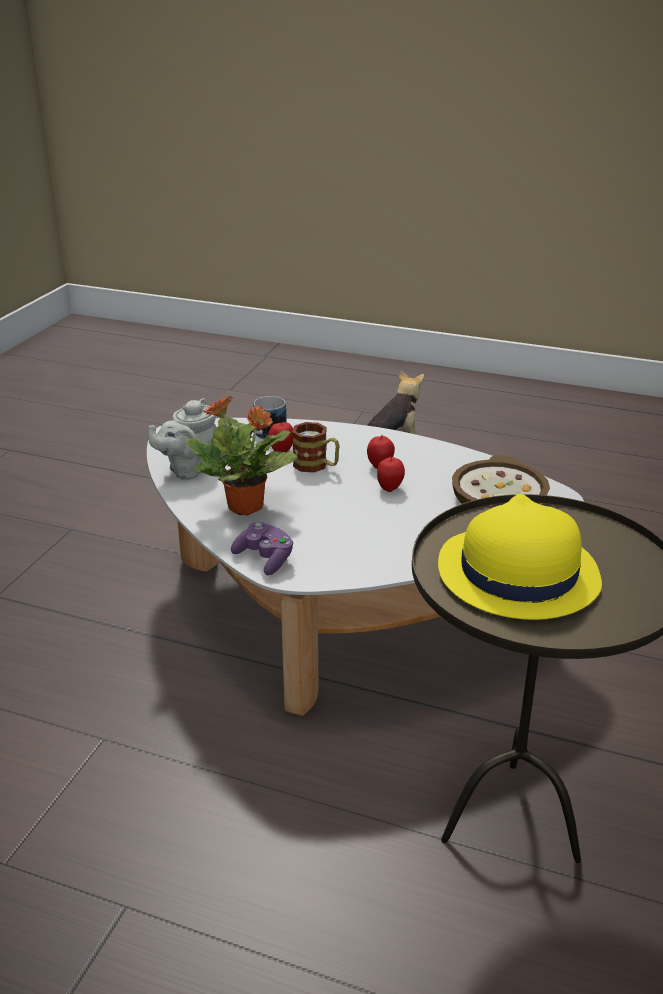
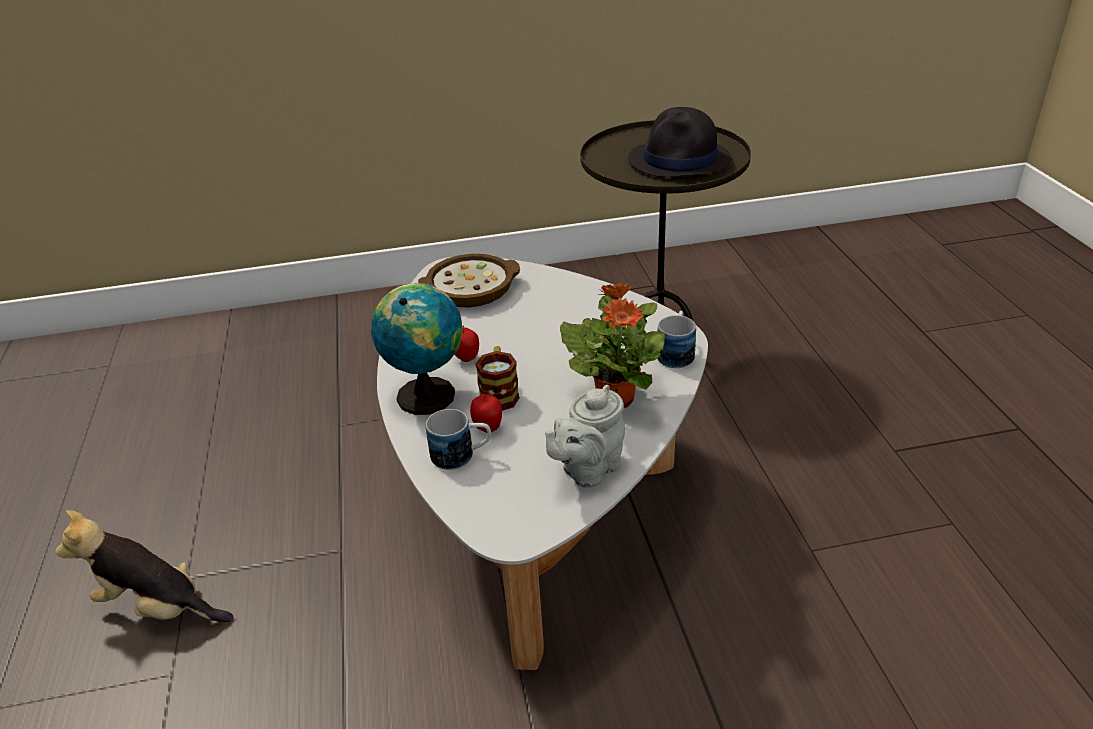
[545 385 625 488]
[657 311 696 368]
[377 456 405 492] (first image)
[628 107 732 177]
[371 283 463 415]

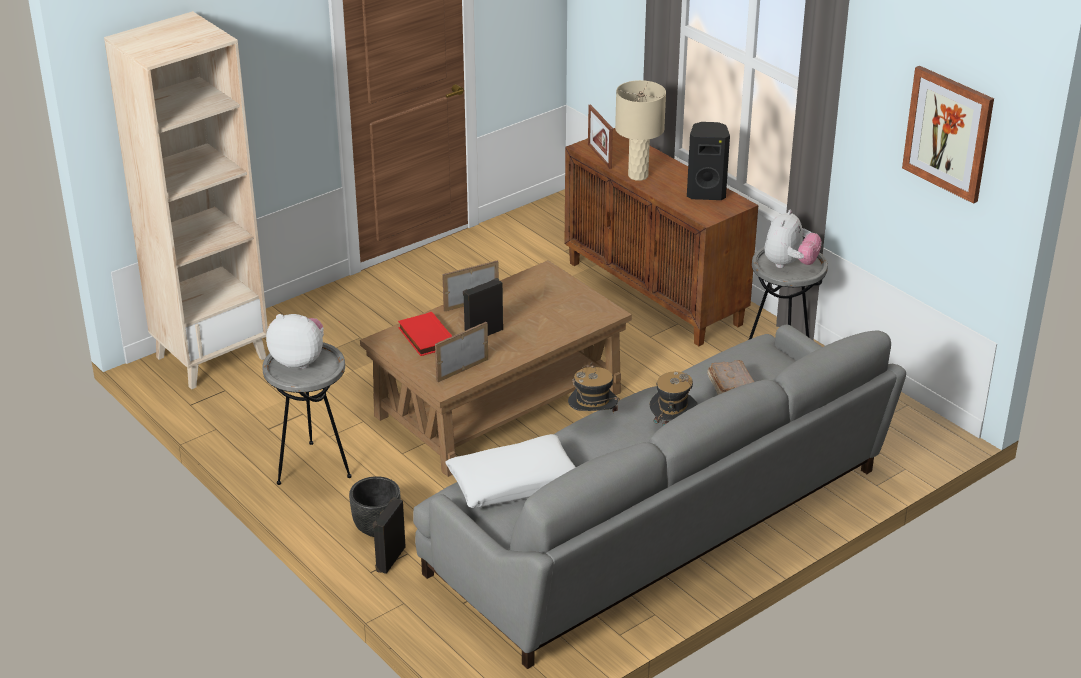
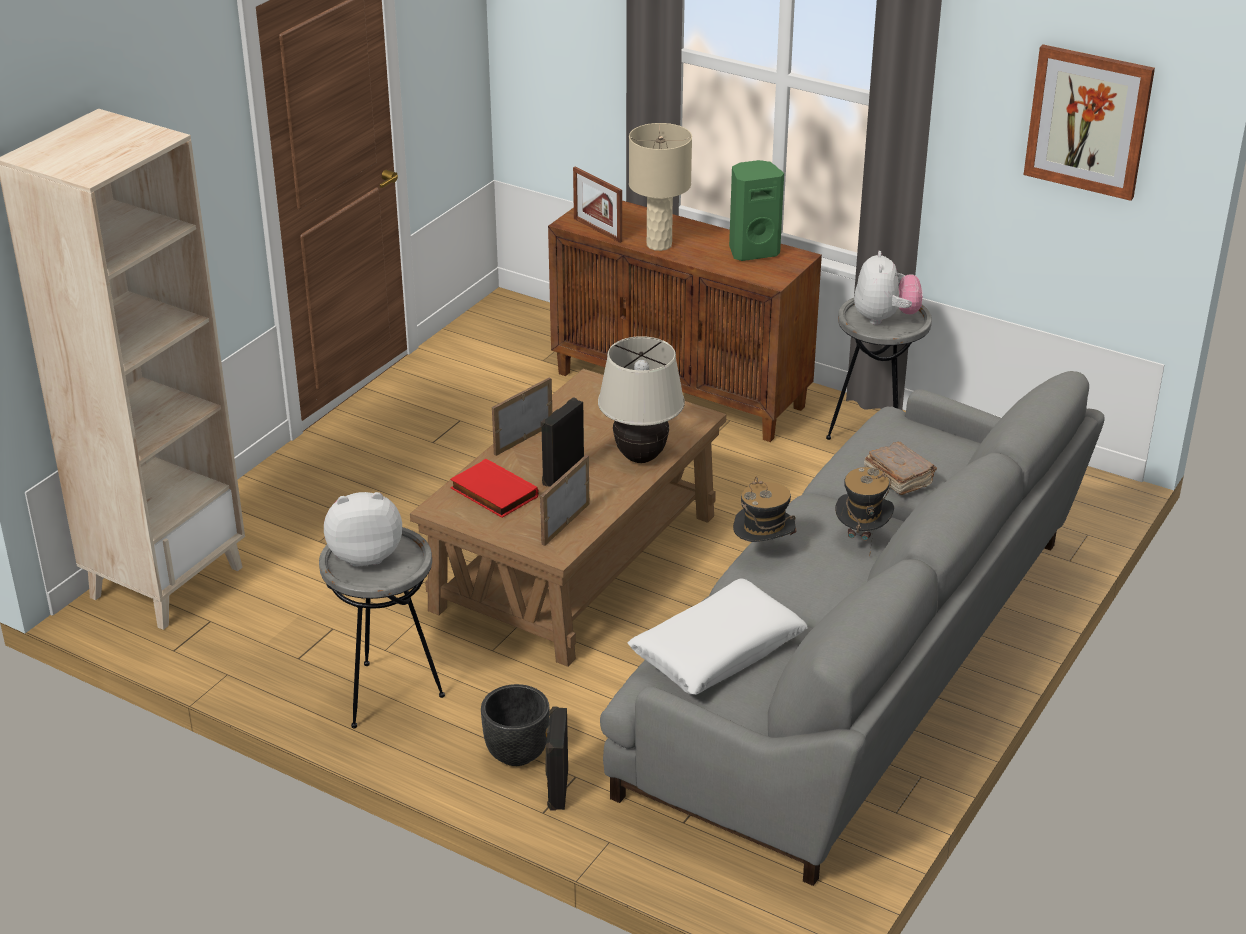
[729 160 784 261]
[598 336 685 463]

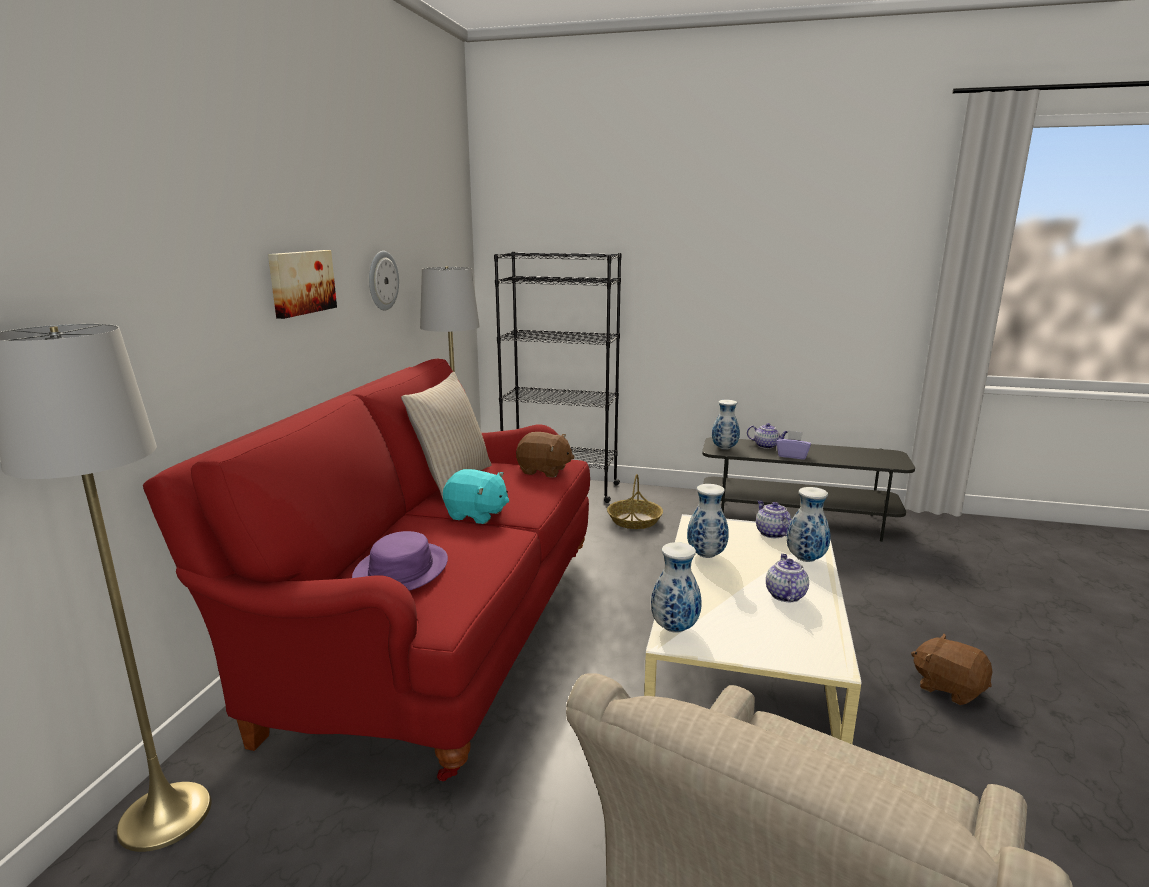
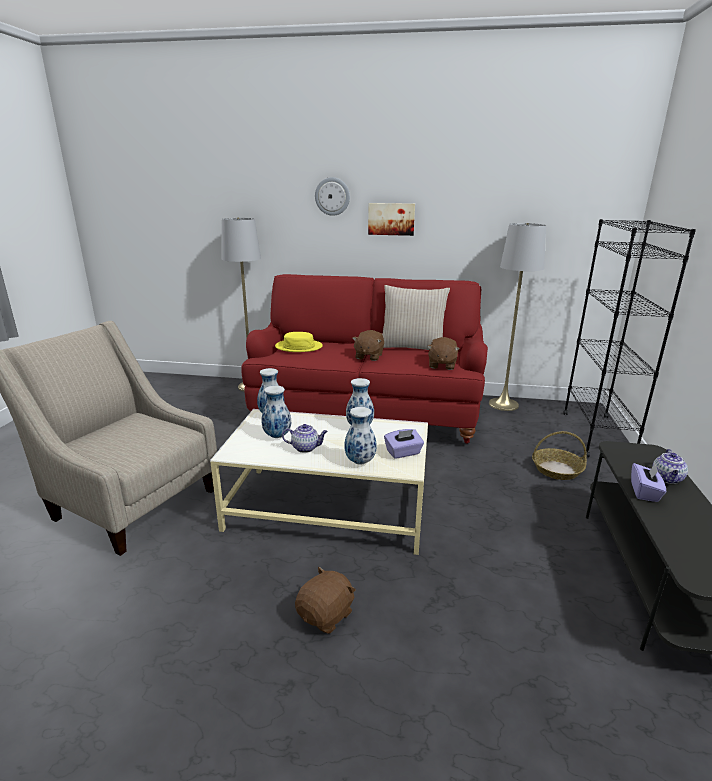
[275 332 323 352]
[315 177 350 216]
[353 330 384 361]
[261 386 291 438]
[384 429 424 459]

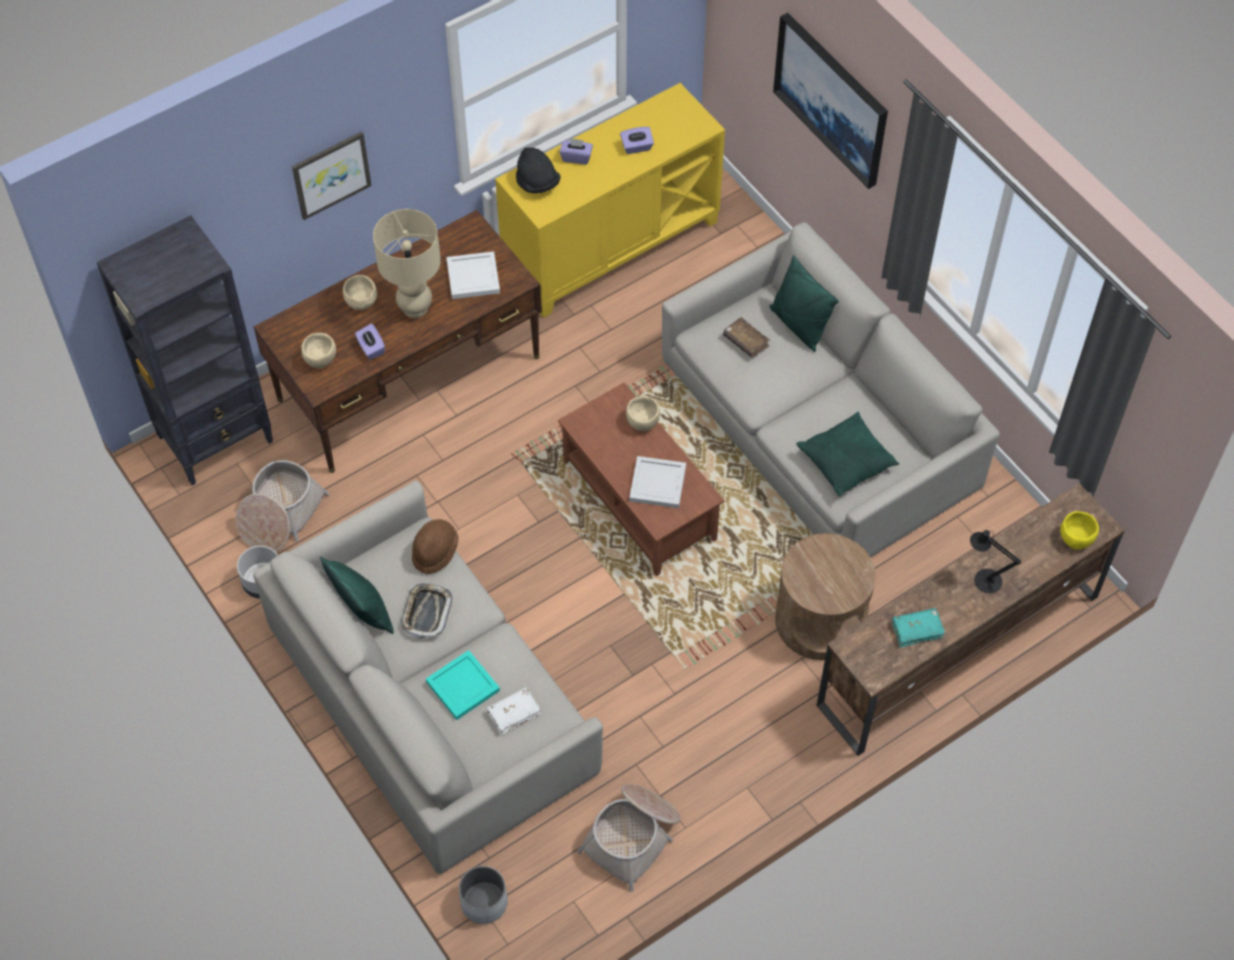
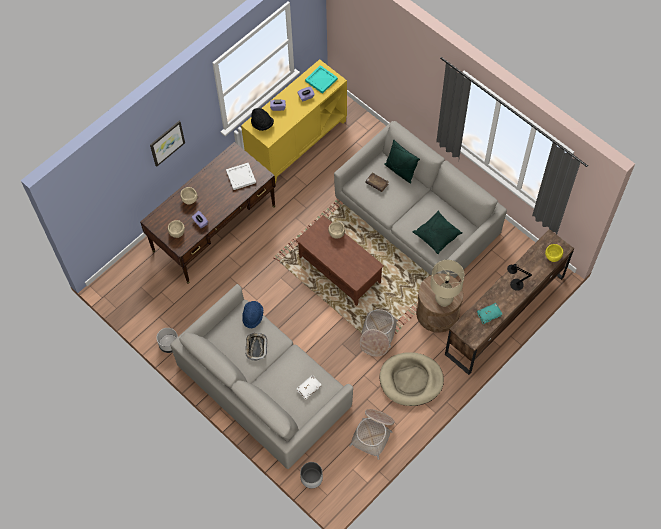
[97 215 273 486] (first image)
[360 309 398 356]
[320 557 394 634] (first image)
[431 260 465 307]
[242 301 264 329]
[305 65 338 94]
[629 456 686 508] (first image)
[773 13 888 189] (first image)
[380 352 444 406]

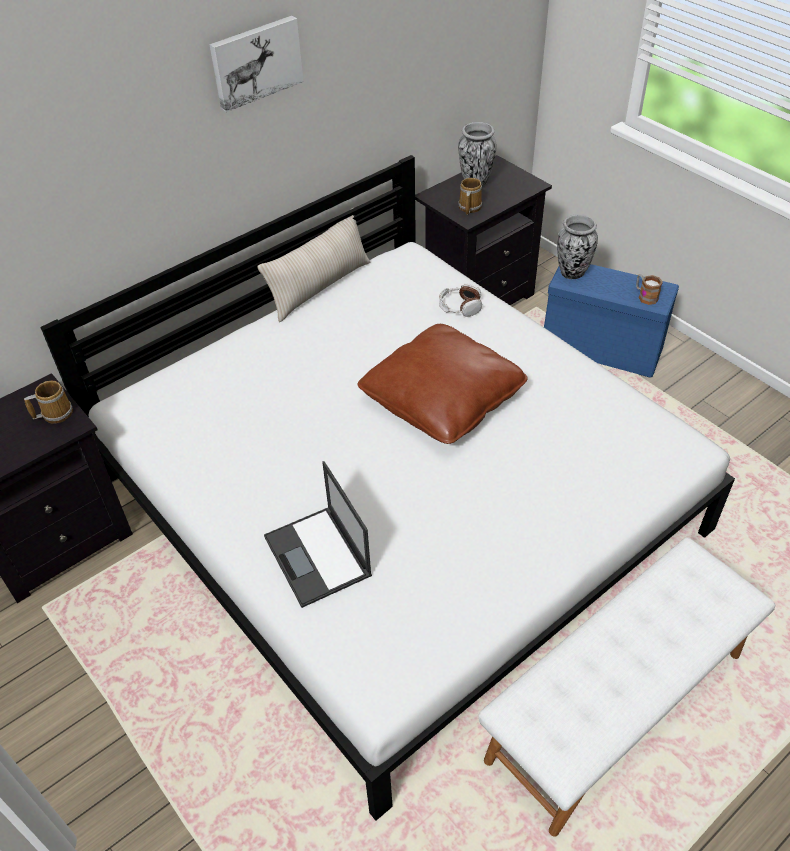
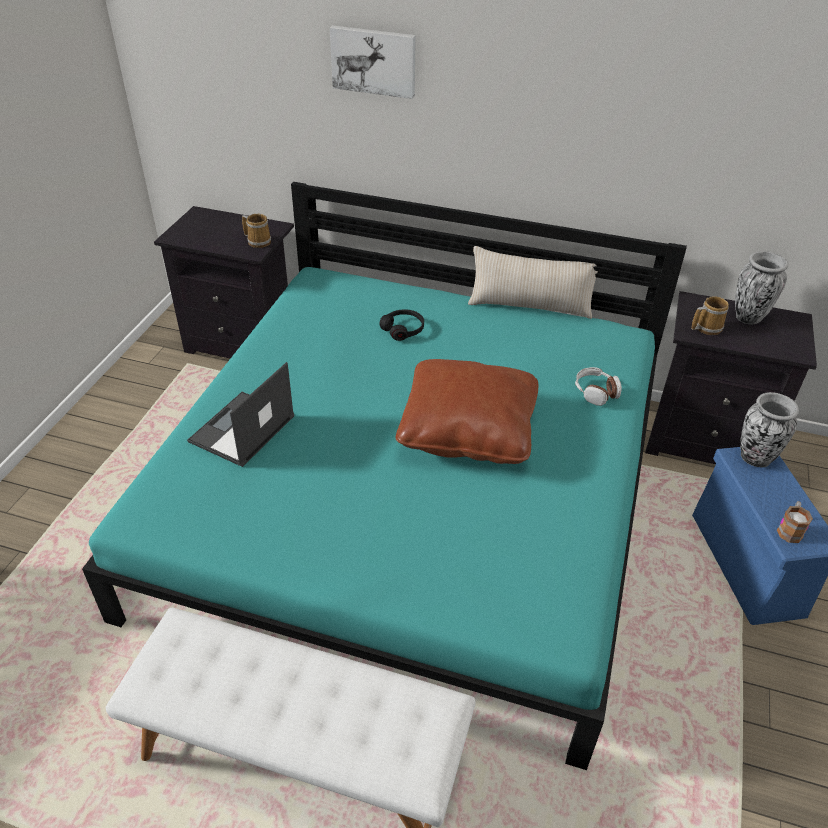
[82 182 687 770]
[330 26 416 99]
[379 310 424 341]

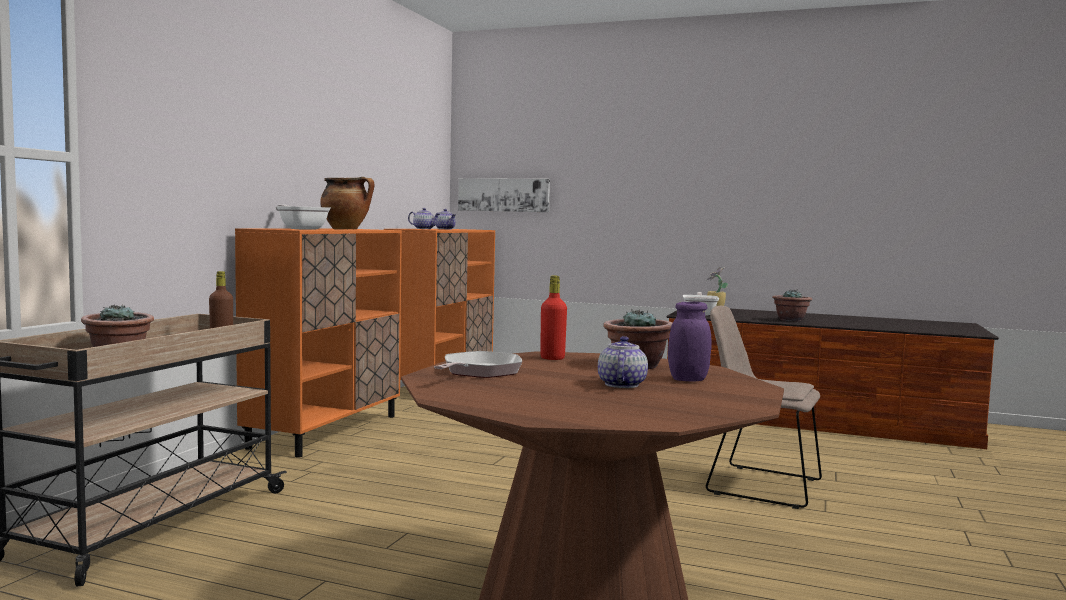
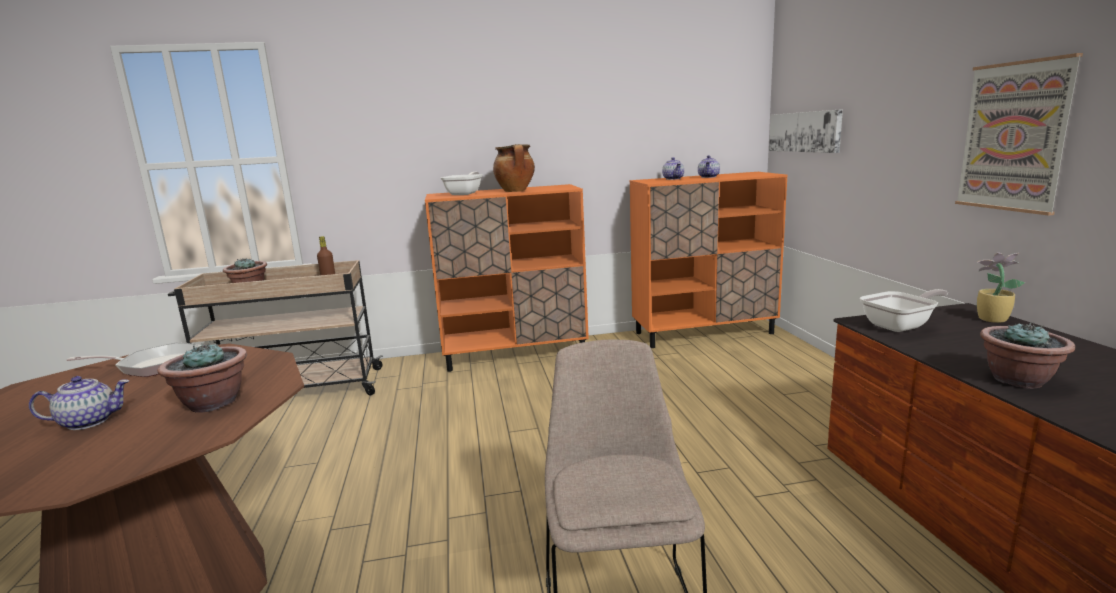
[540 275 567 360] (first image)
[668 302 712 382] (first image)
[955 53 1083 216]

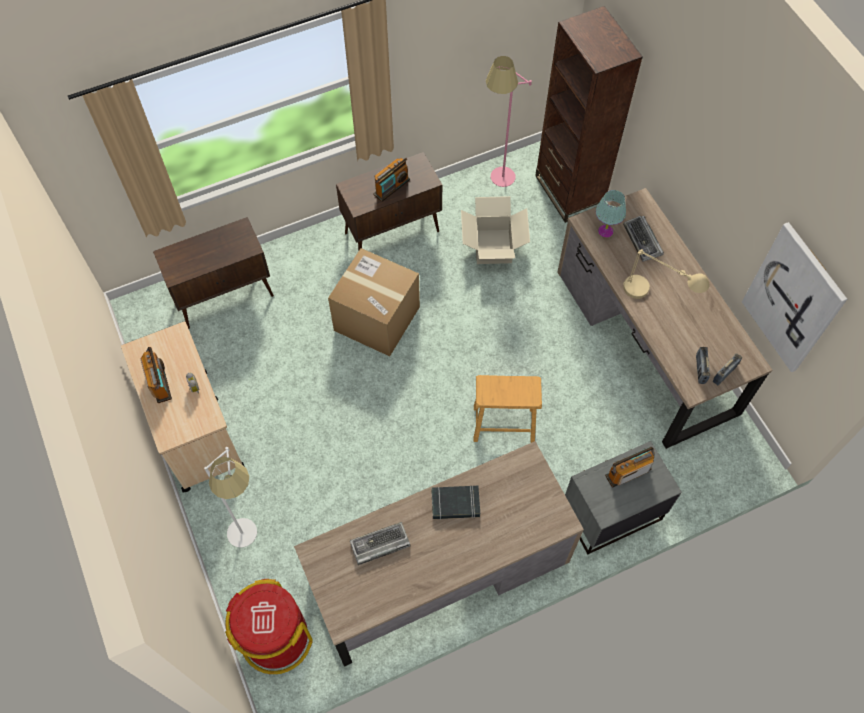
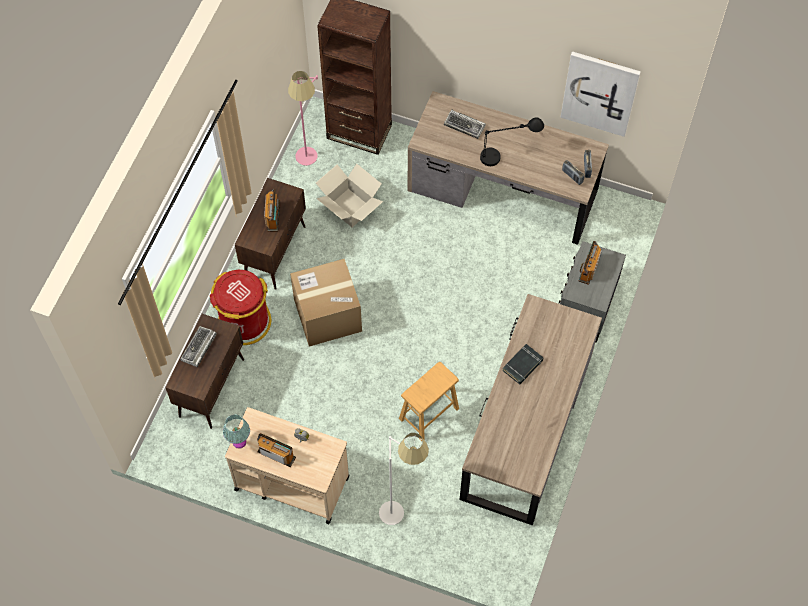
[210 270 271 345]
[180 326 217 367]
[399 362 459 441]
[223 414 250 449]
[480 117 544 166]

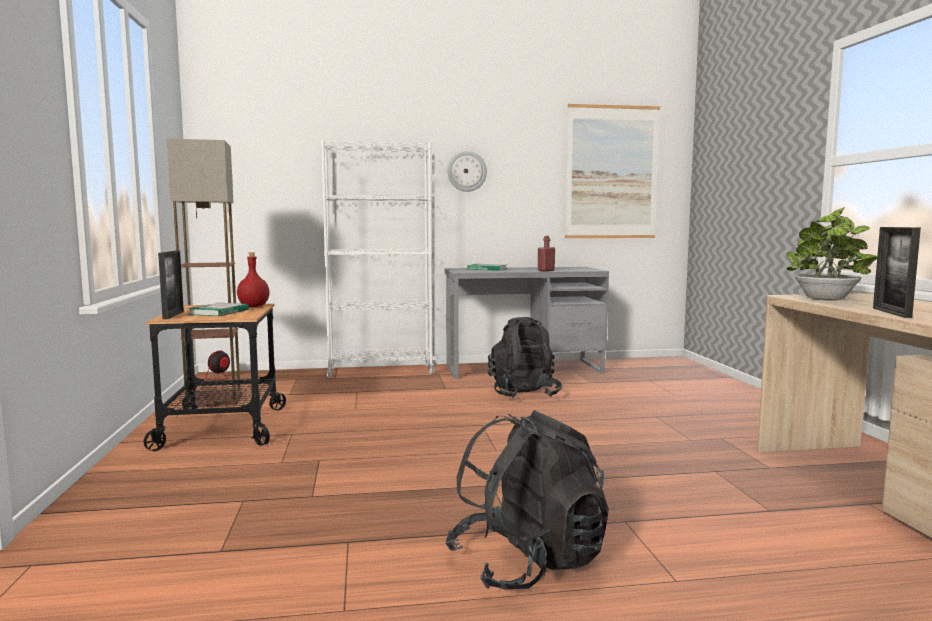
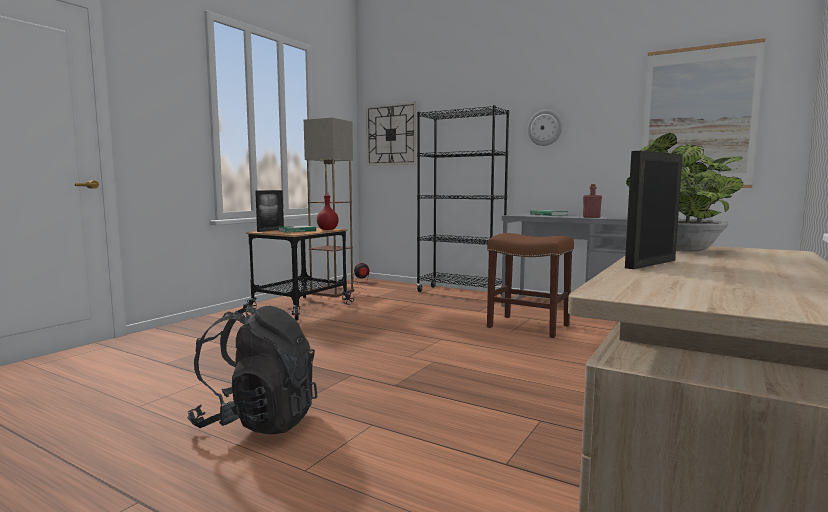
[416 105 509 294]
[487 233 574 338]
[366 101 417 166]

